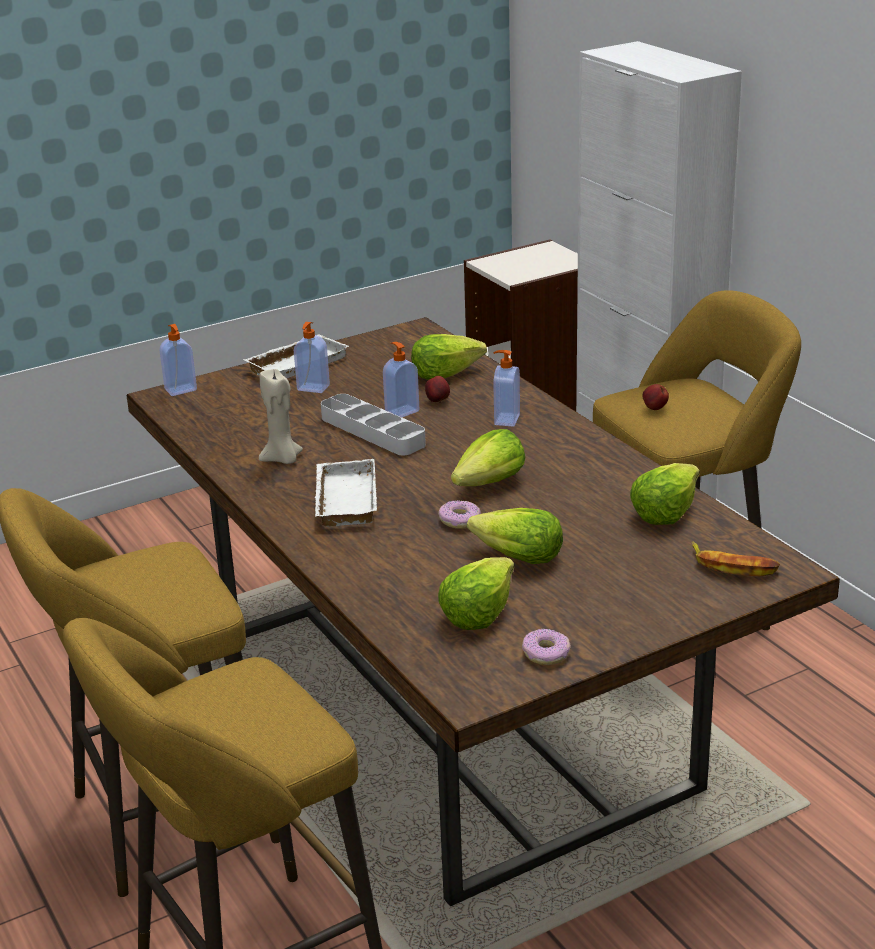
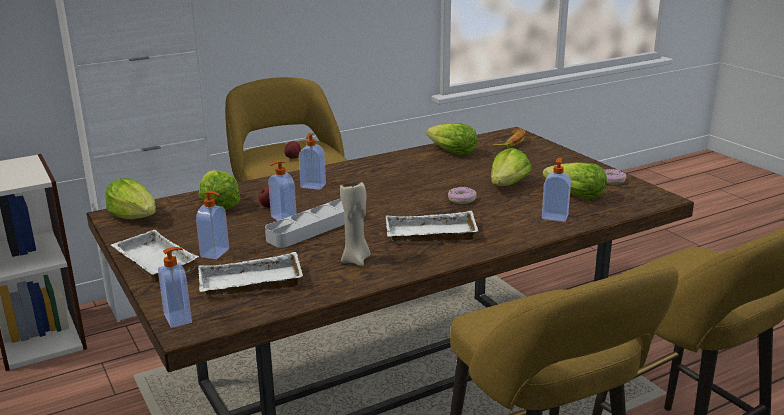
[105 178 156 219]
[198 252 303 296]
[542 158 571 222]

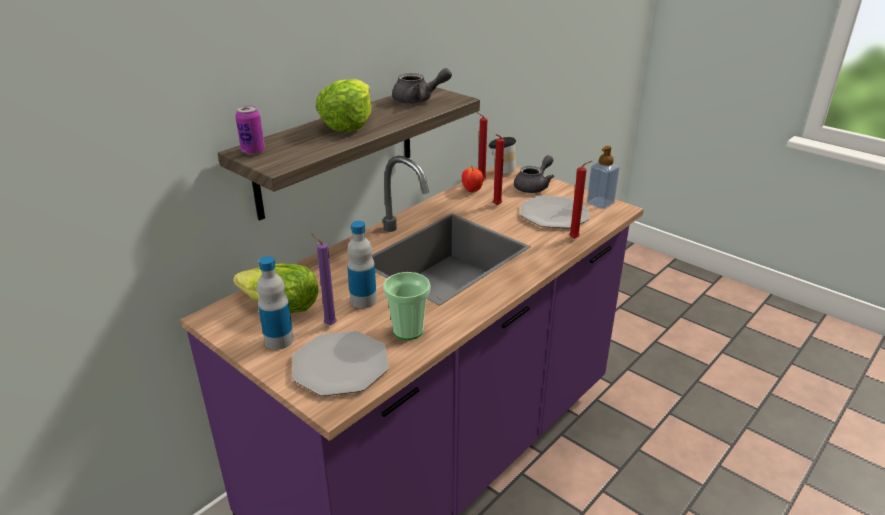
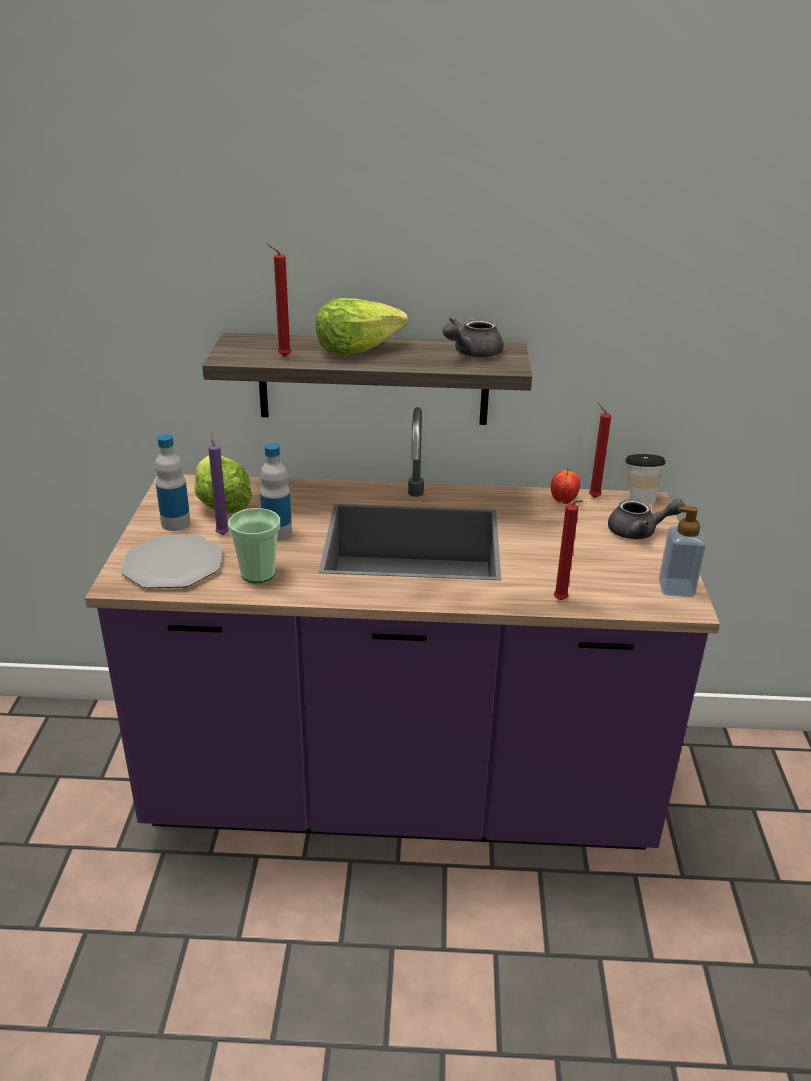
[235 106 265 155] (first image)
[443 316 504 357]
[267 244 291 357]
[521 196 590 228] (first image)

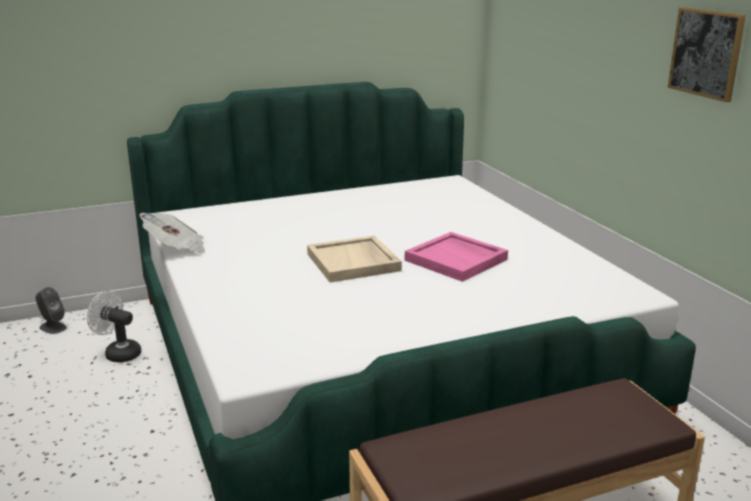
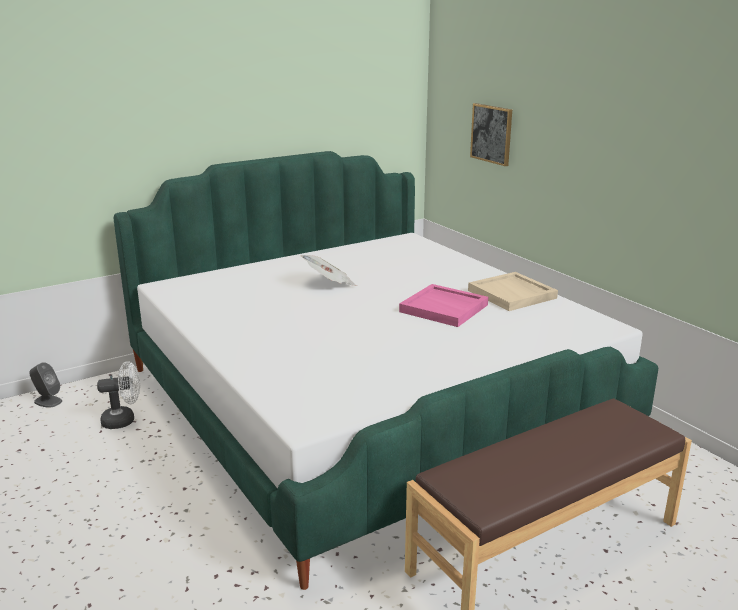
[97 361 140 429]
[300 255 357 286]
[468 272 558 311]
[470 103 512 166]

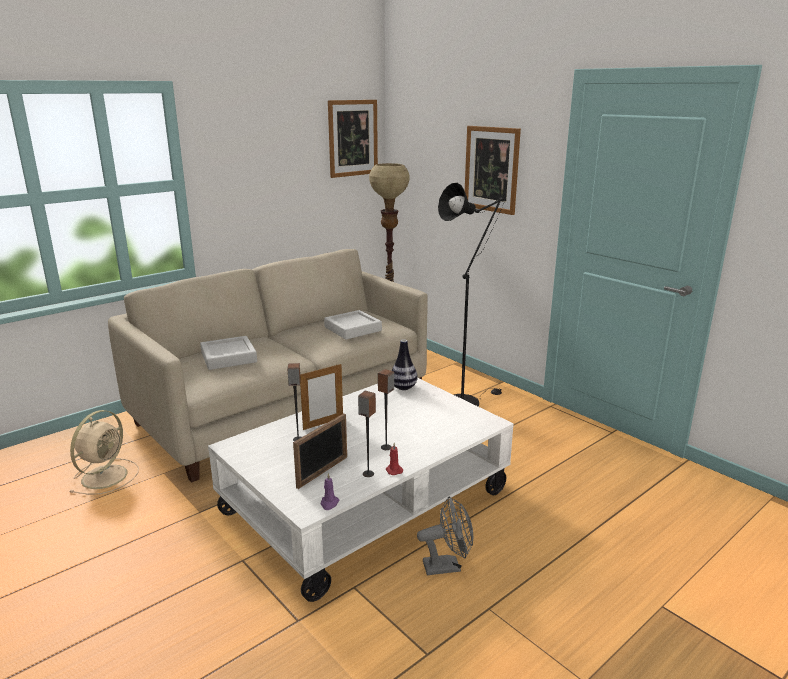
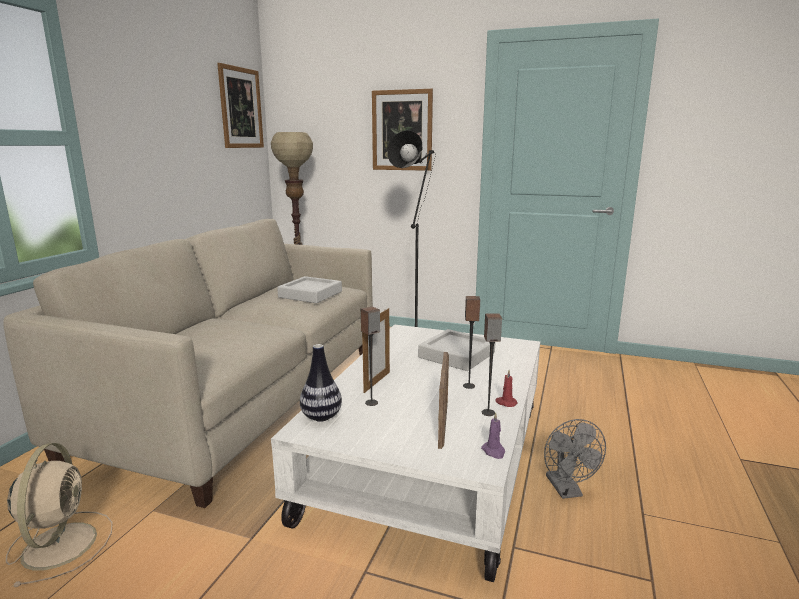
[418 329 495 371]
[300 344 342 422]
[544 419 606 499]

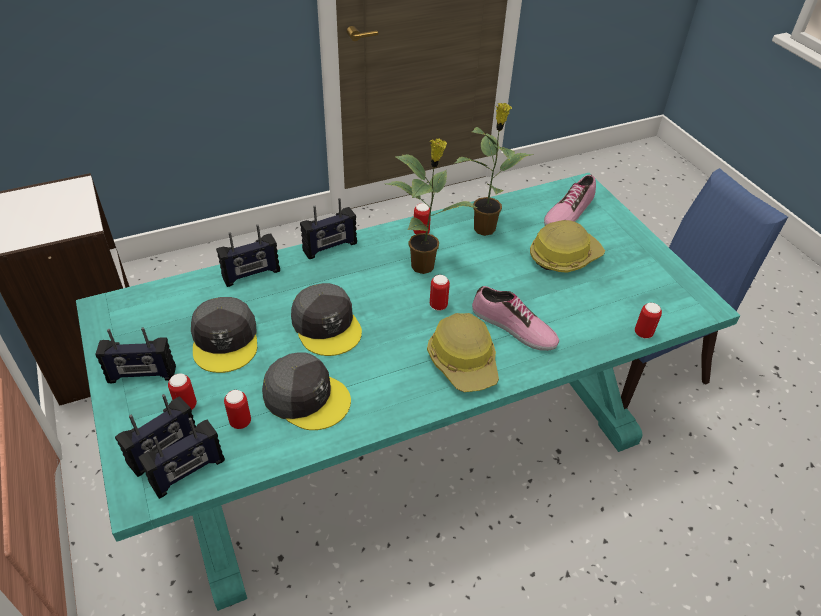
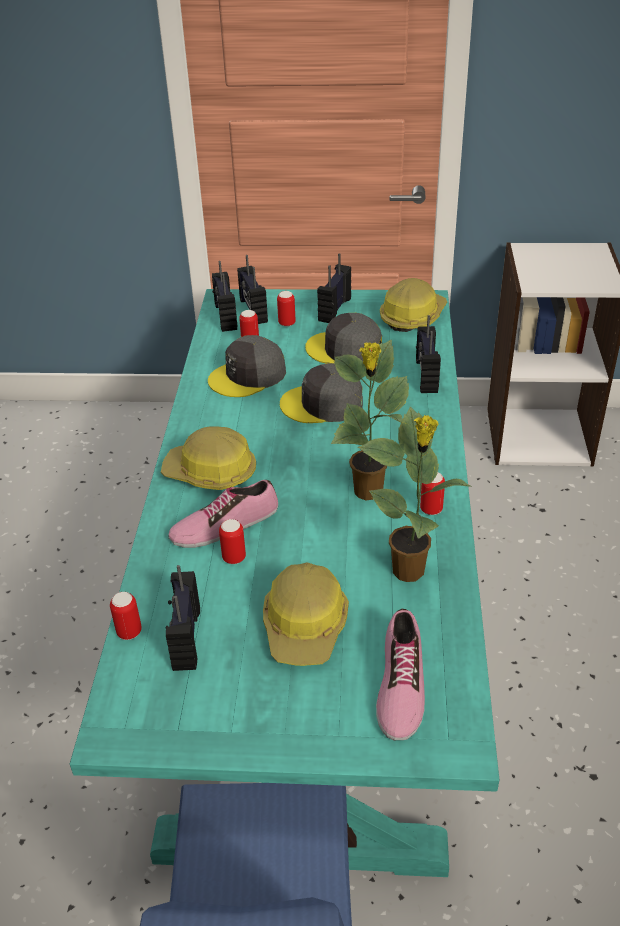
[166 565 200 671]
[219 519 246 564]
[376 609 425 740]
[380 278 447 332]

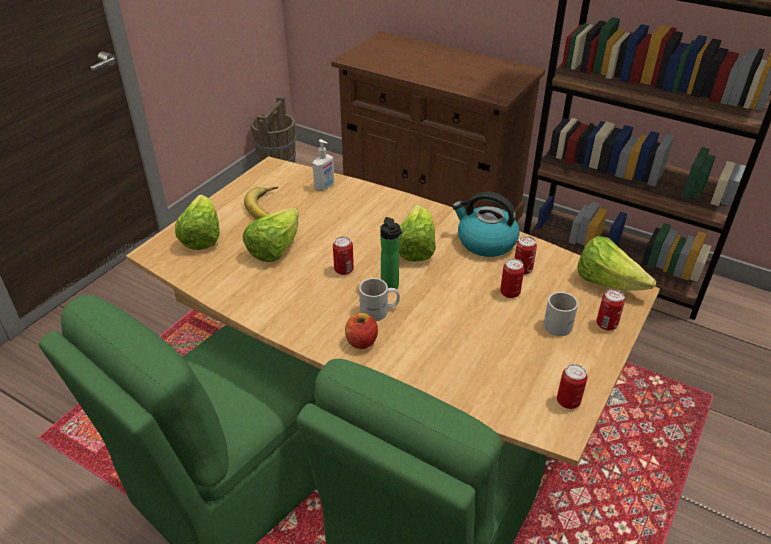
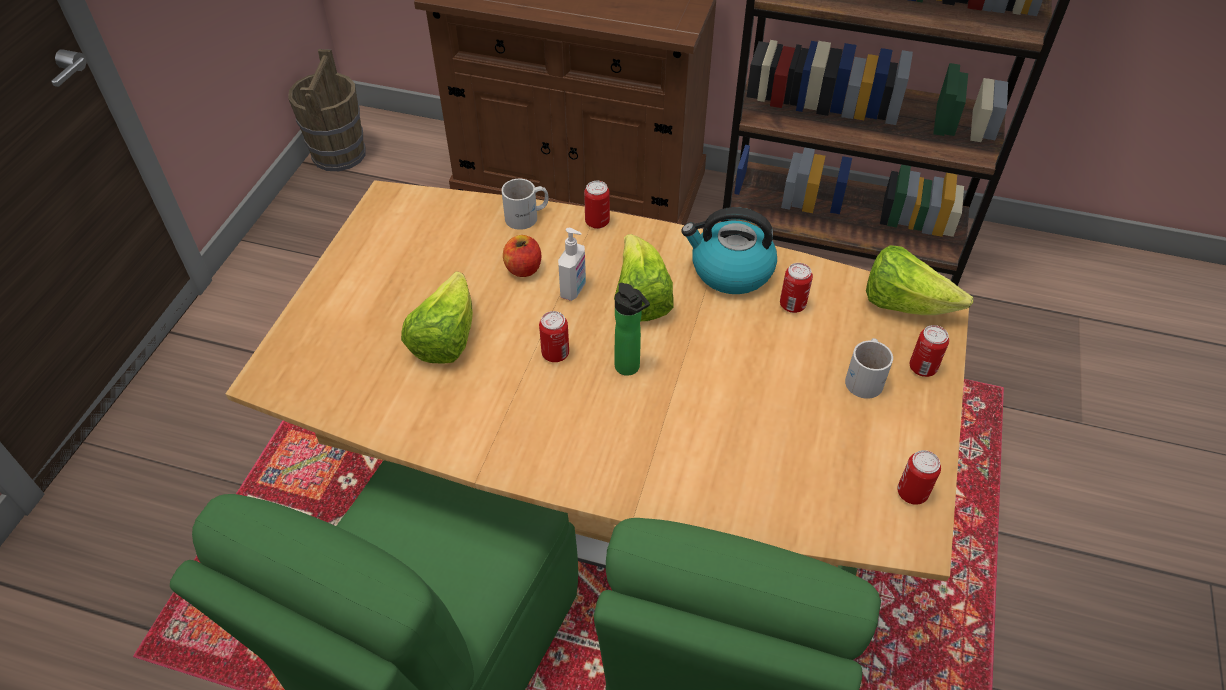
[175 195 220 250] (first image)
[244 187 278 220] (first image)
[558 228 586 301]
[503 235 541 277]
[501 179 549 230]
[584 181 610 229]

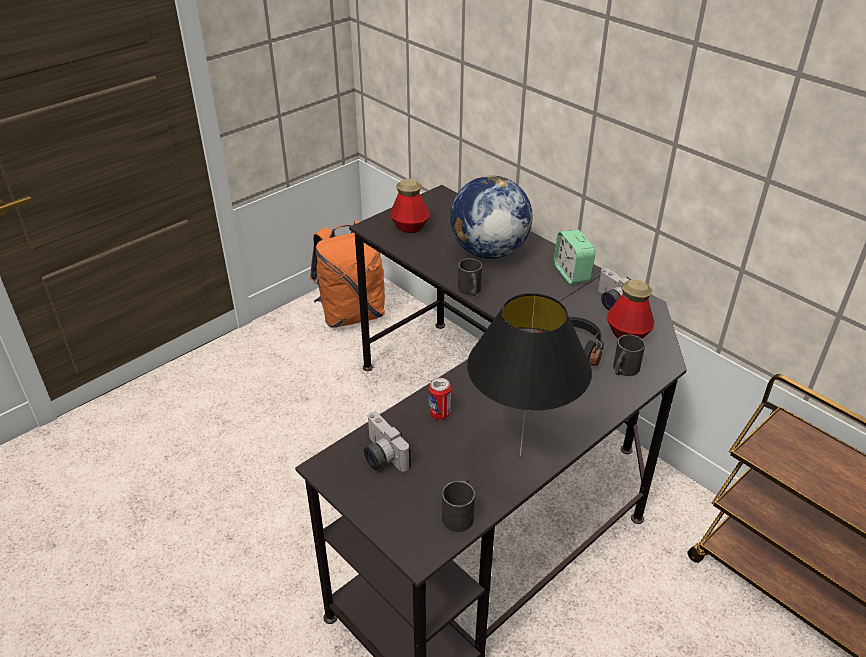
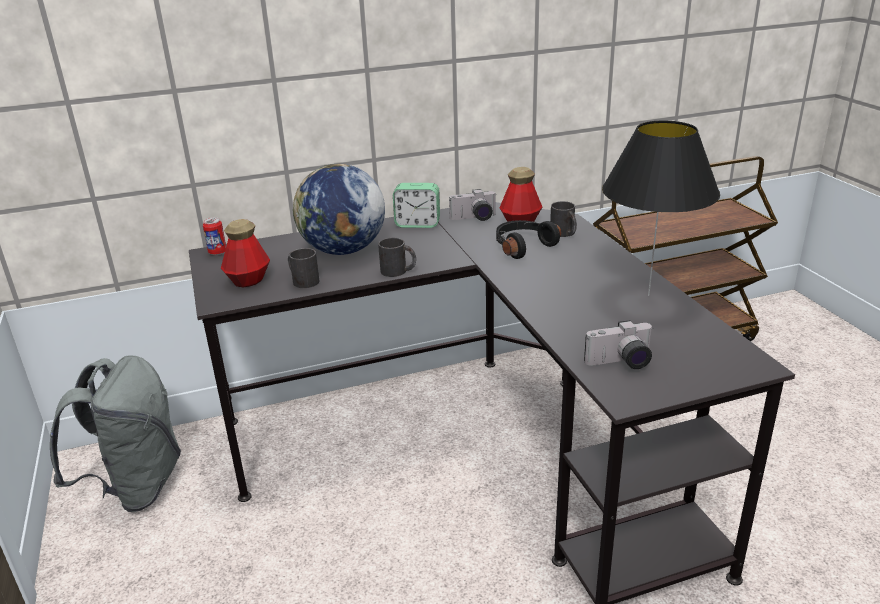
[50 355 181 512]
[203 217 226 255]
[288 248 319 288]

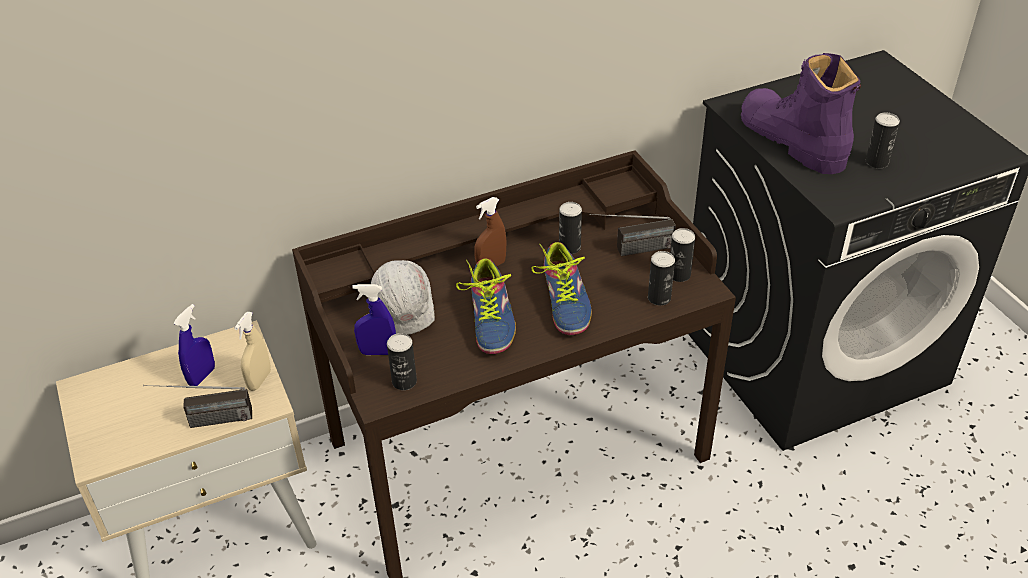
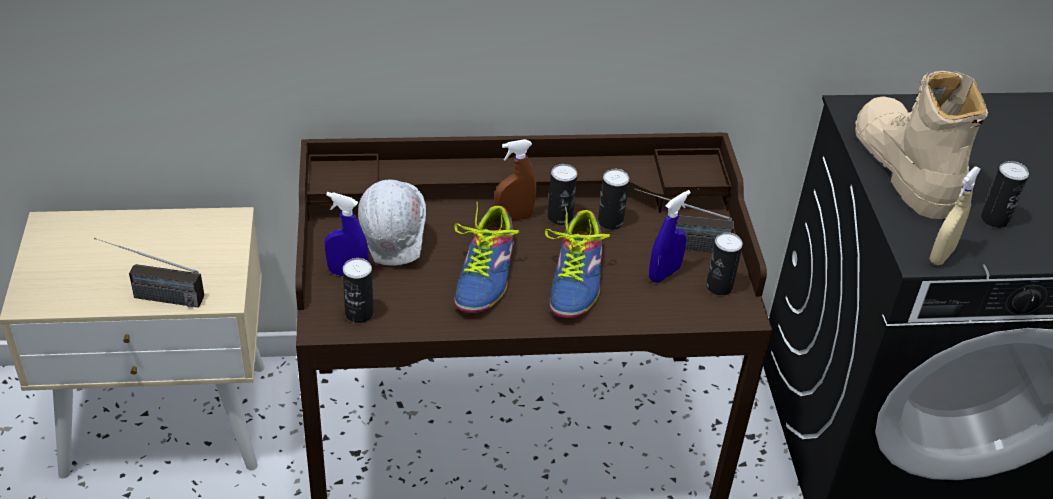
[649 190 691 283]
[929 166 981 265]
[547 164 577 225]
[855 71 988 219]

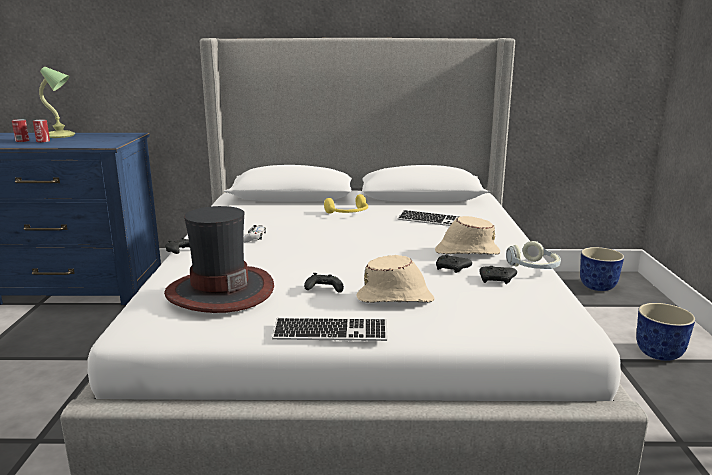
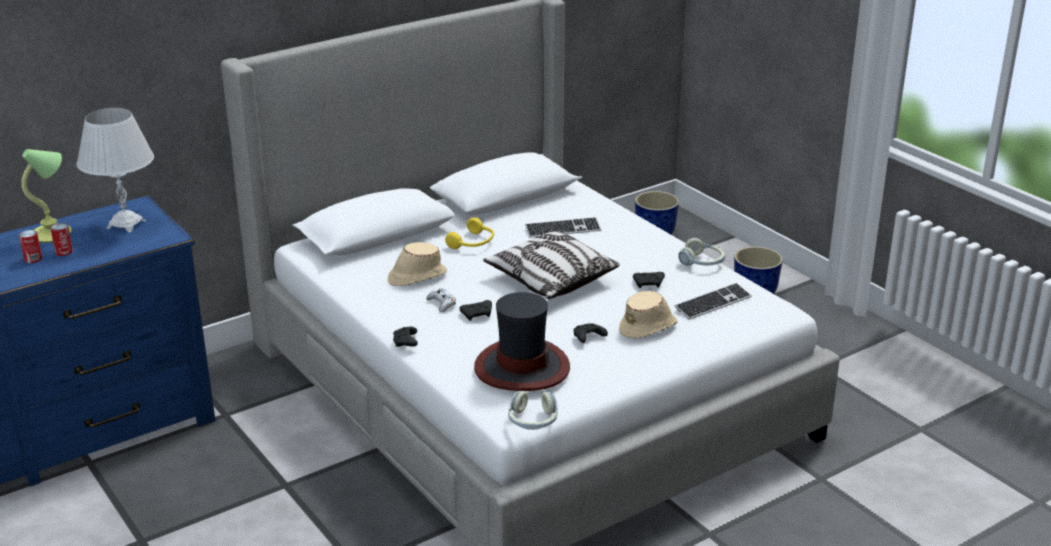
[675 283 752 320]
[388 242 447 286]
[459 300 492 321]
[76 108 154 232]
[483 231 620 299]
[508 391 558 430]

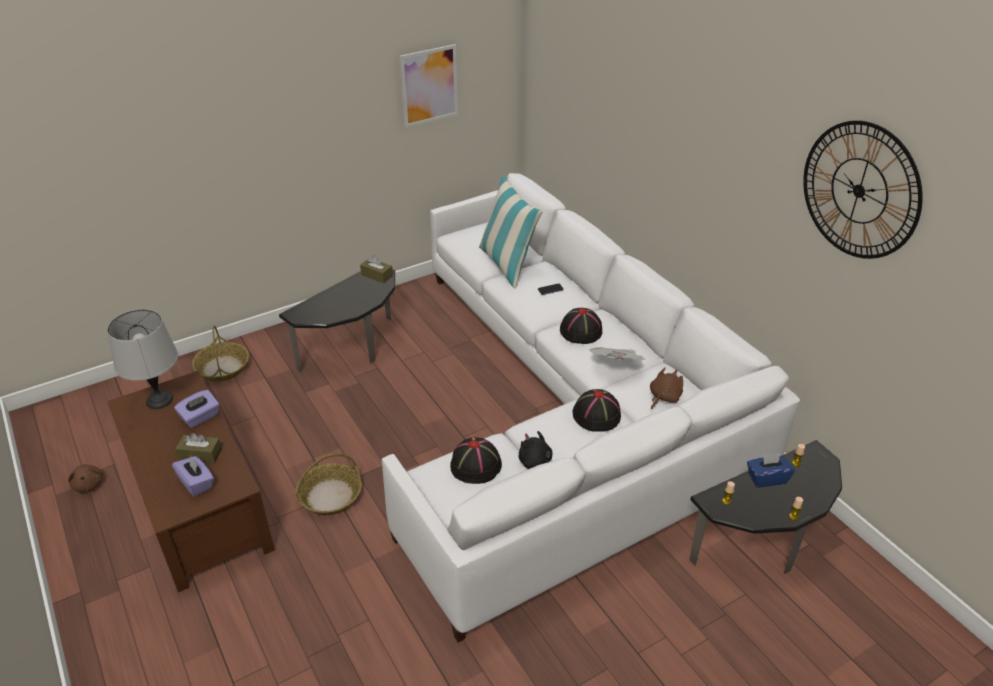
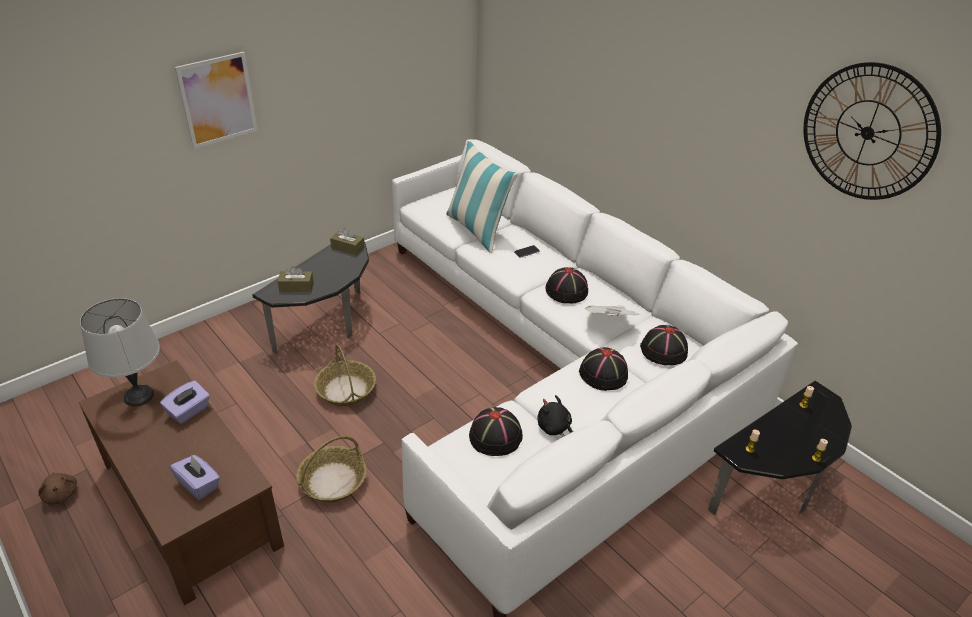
[278 266 314 292]
[314 345 376 406]
[175 52 258 149]
[640 325 688 365]
[747 453 795 487] (first image)

